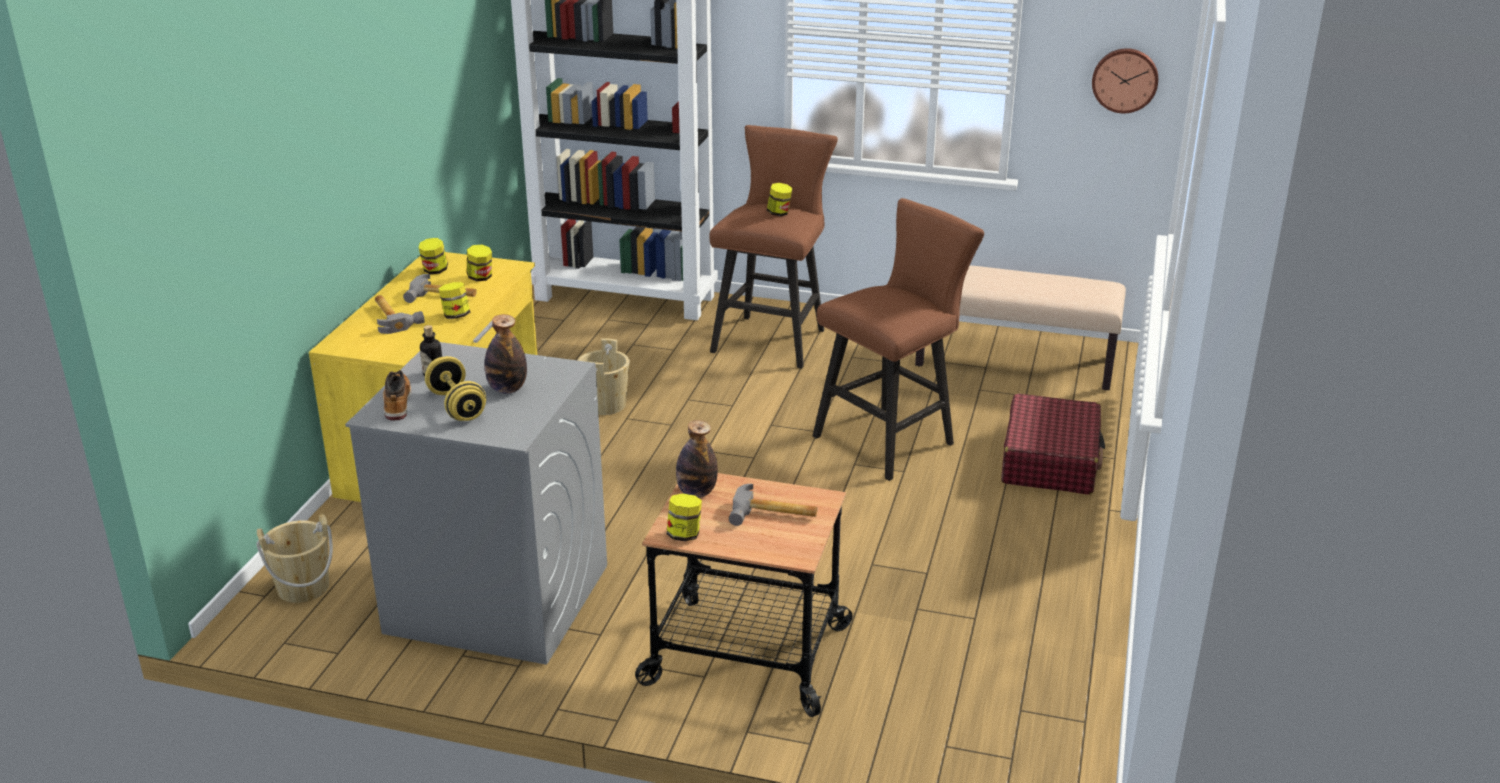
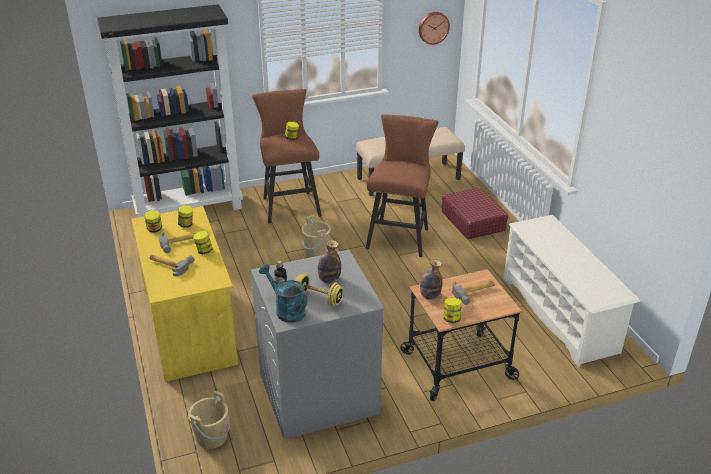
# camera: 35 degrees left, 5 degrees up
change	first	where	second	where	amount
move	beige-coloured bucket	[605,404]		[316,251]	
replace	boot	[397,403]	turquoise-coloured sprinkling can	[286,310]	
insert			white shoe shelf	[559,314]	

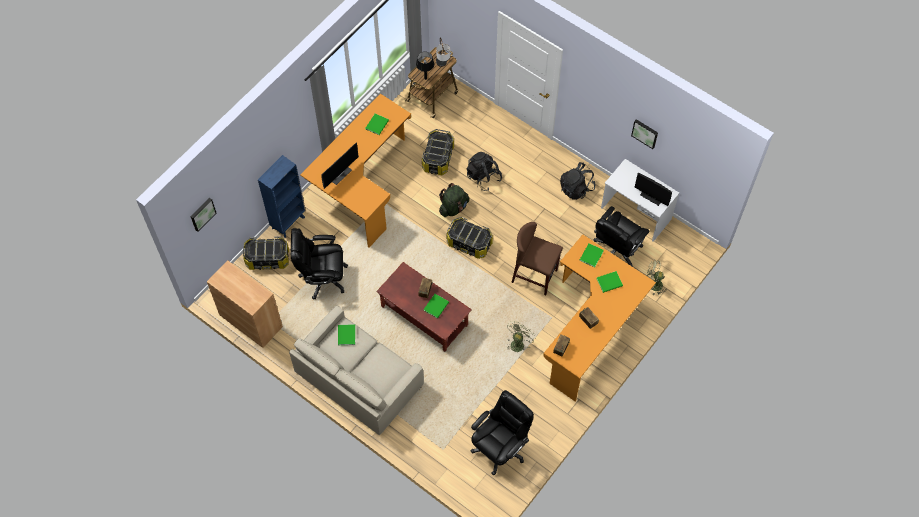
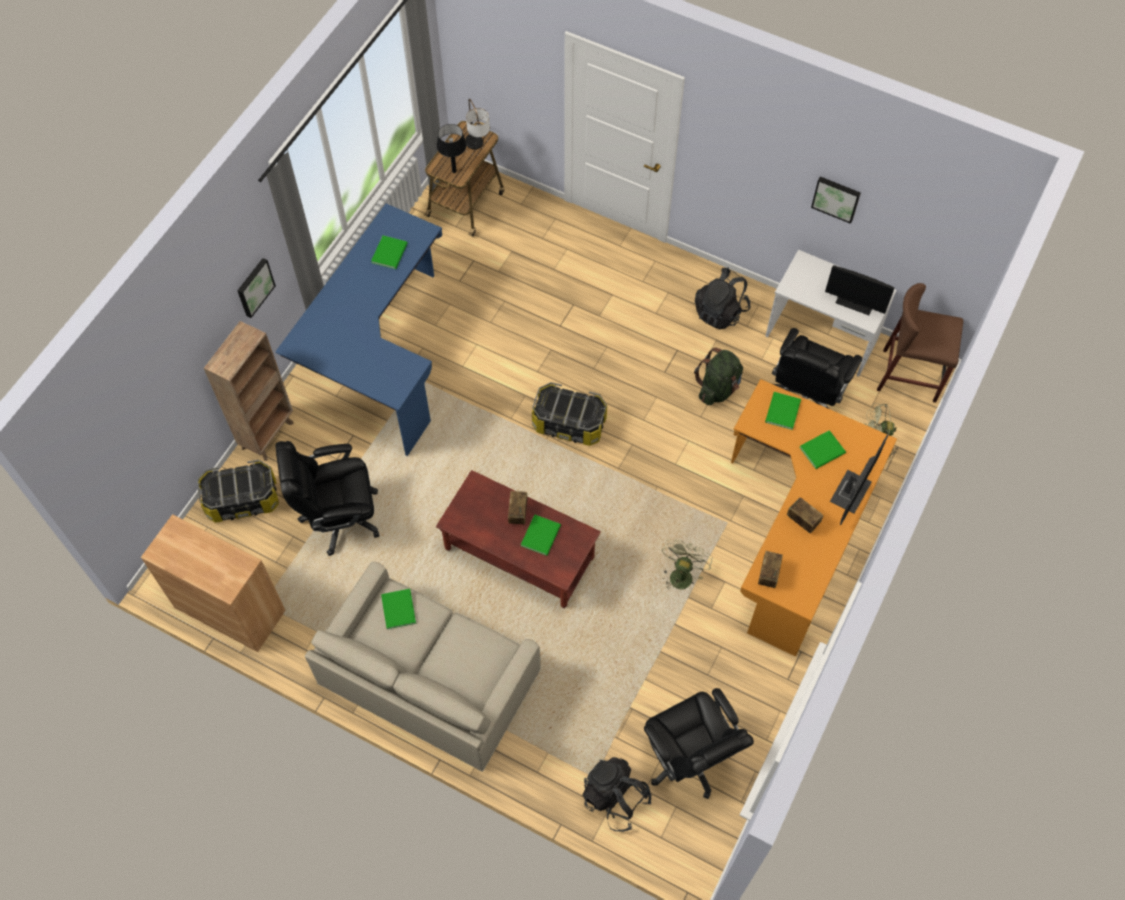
# camera: 10 degrees left, 0 degrees up
change	first	where	second	where	amount
recolor	orange desk table	[361,186]	blue desk table	[378,358]	
delete	storage box	[437,158]			
move	monitor	[339,173]		[850,491]	
move	black knapsack	[483,177]		[615,798]	
recolor	blue bookshelf	[289,222]	brown bookshelf	[268,434]	
move	greenish knapsack	[453,208]		[718,388]	
move	picture	[202,213]		[254,287]	
move	brown sitting stool	[534,276]		[909,375]	
rotate	black office chair	[500,447]		[689,757]	120 degrees clockwise

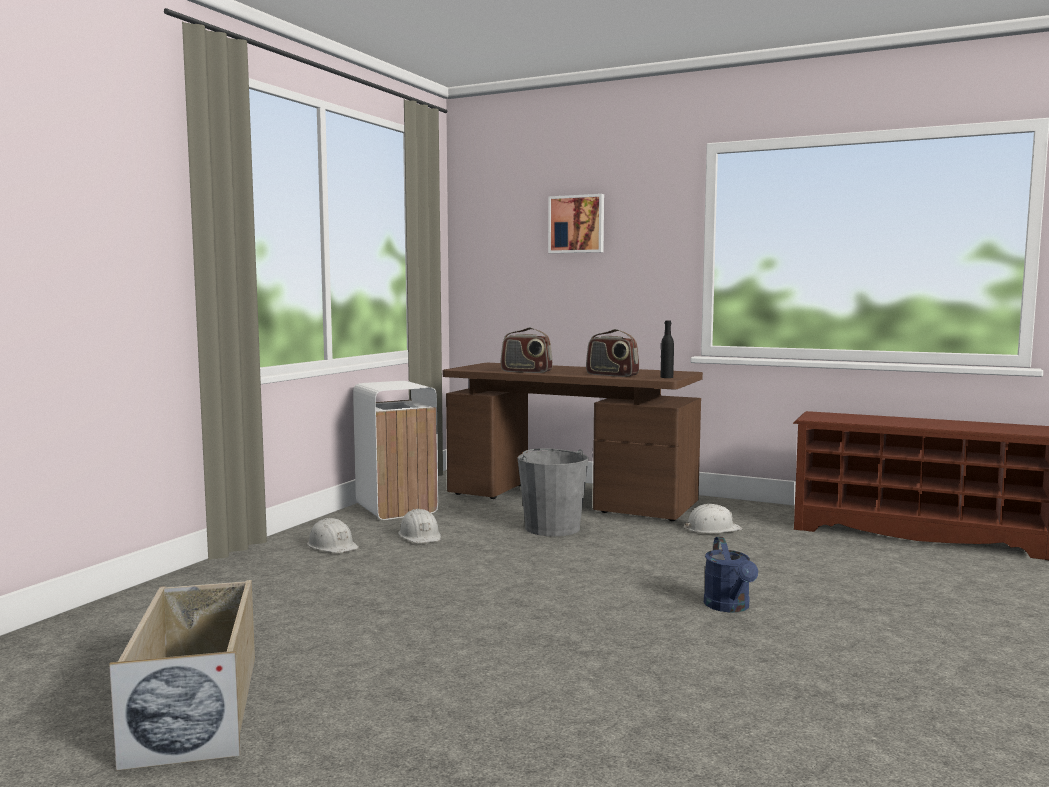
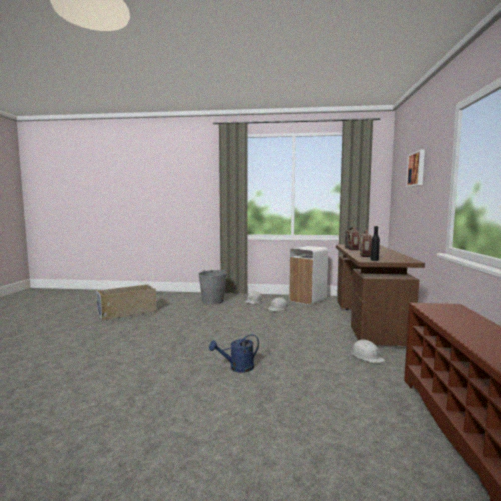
# camera: 70 degrees right, 0 degrees up
change	first	where	second	where	amount
move	grey bucket	[552,528]		[213,301]	

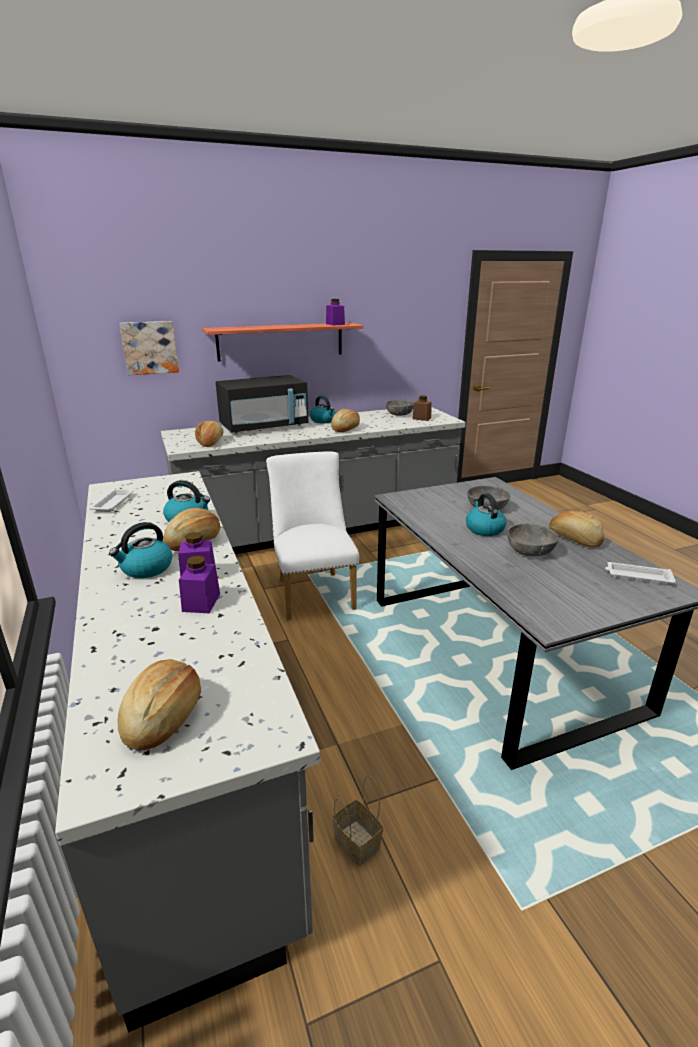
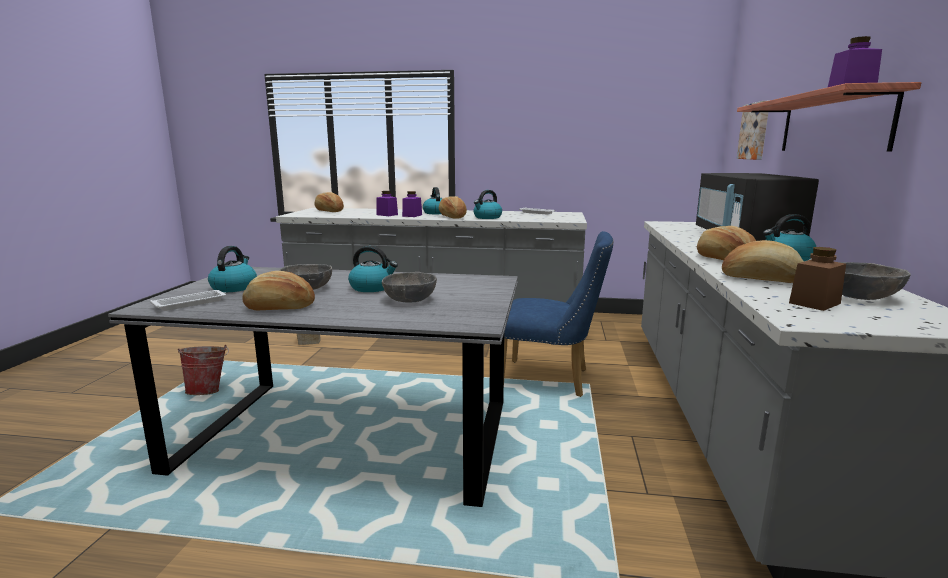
# camera: 120 degrees right, 10 degrees down
change	first	where	second	where	amount
move	bakery bread	[211,442]		[761,279]	
recolor	white chair	[314,591]	blue chair	[552,380]	
insert			water kettle	[234,287]	
insert			bucket	[209,391]	

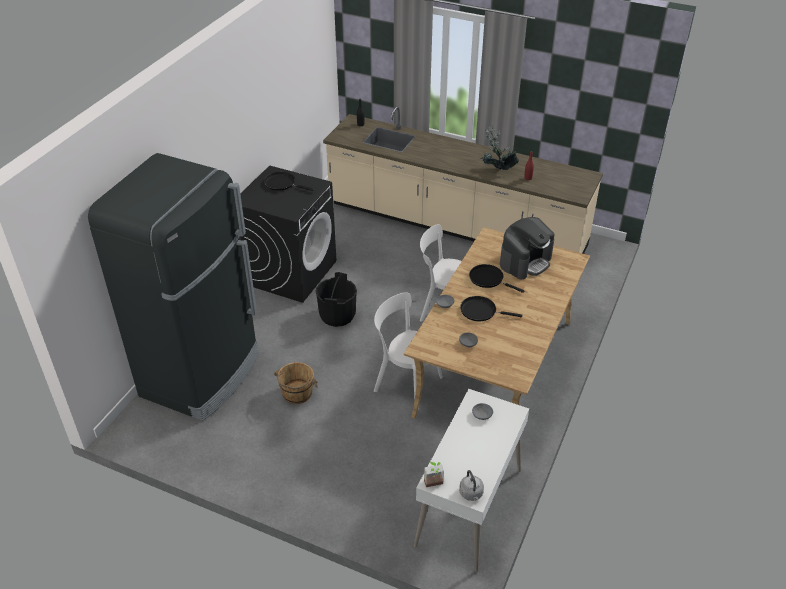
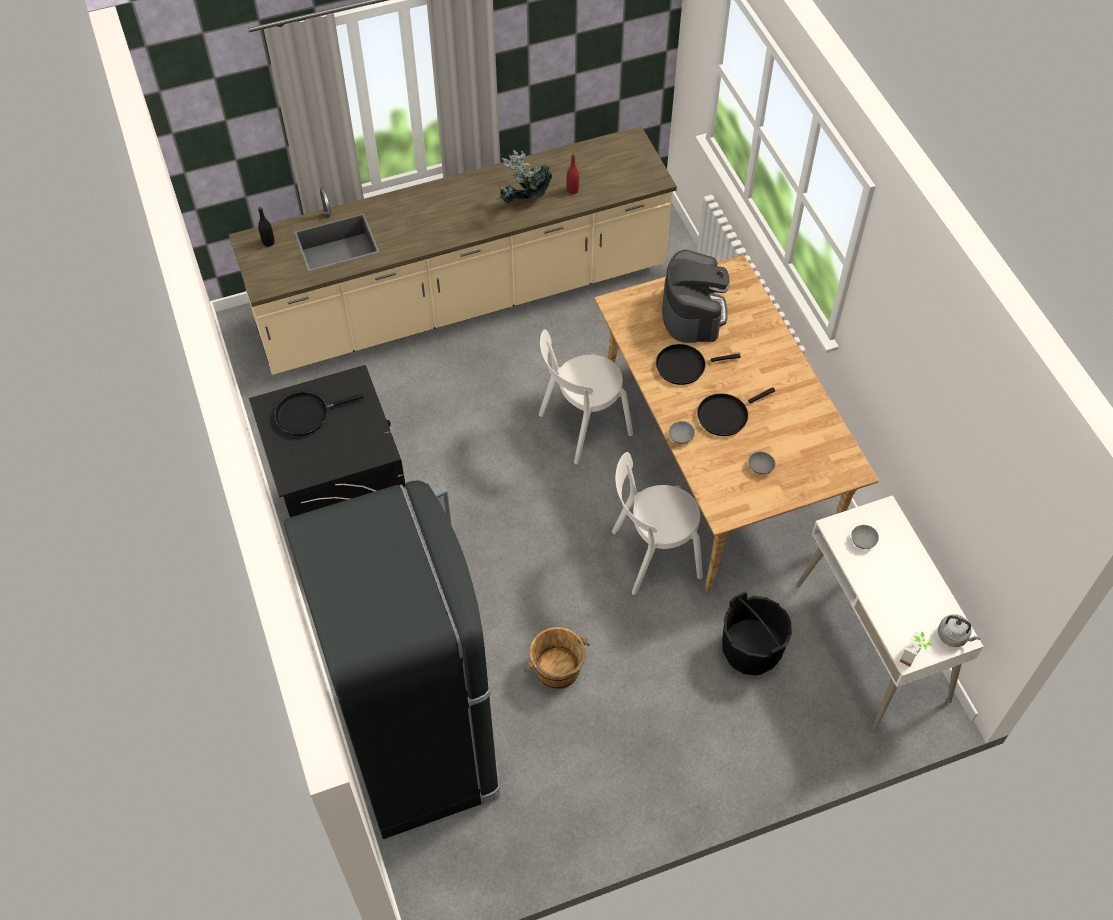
# camera: 45 degrees left, 15 degrees up
change	first	where	second	where	amount
move	black bucket	[337,315]		[750,650]	

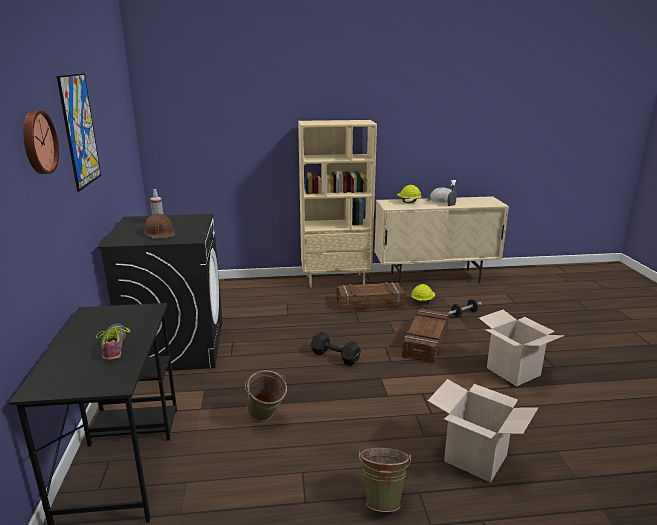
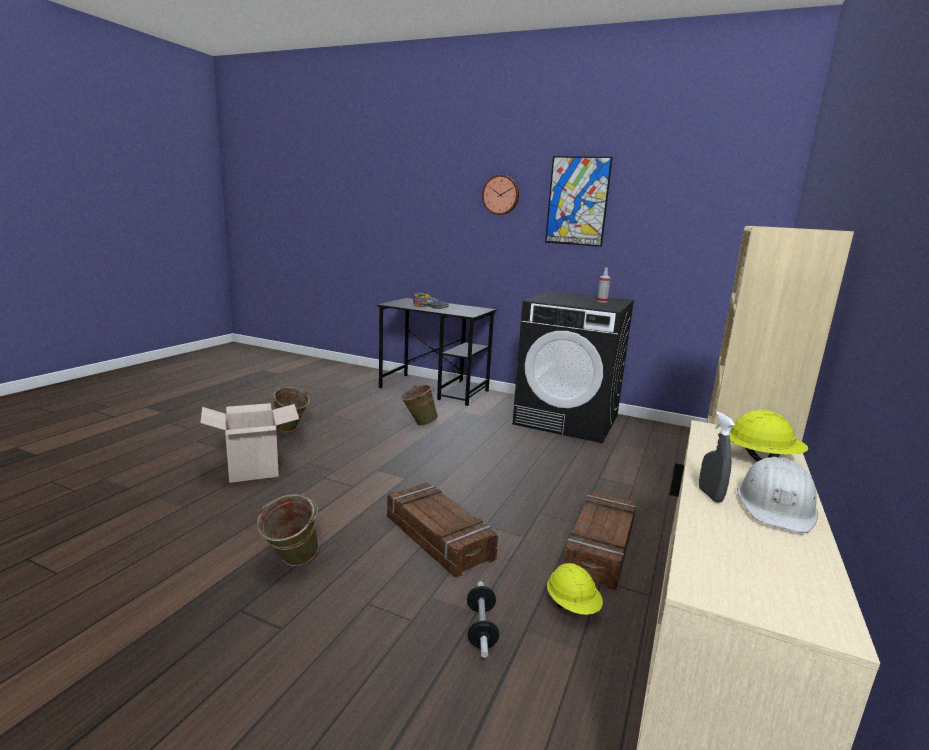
# camera: 120 degrees right, 5 degrees down
change	first	where	second	where	amount
delete	brown safety helmet	[160,233]			
replace	cardboard box	[513,371]	greenish bucket	[291,563]	
delete	black hand weight	[334,356]			

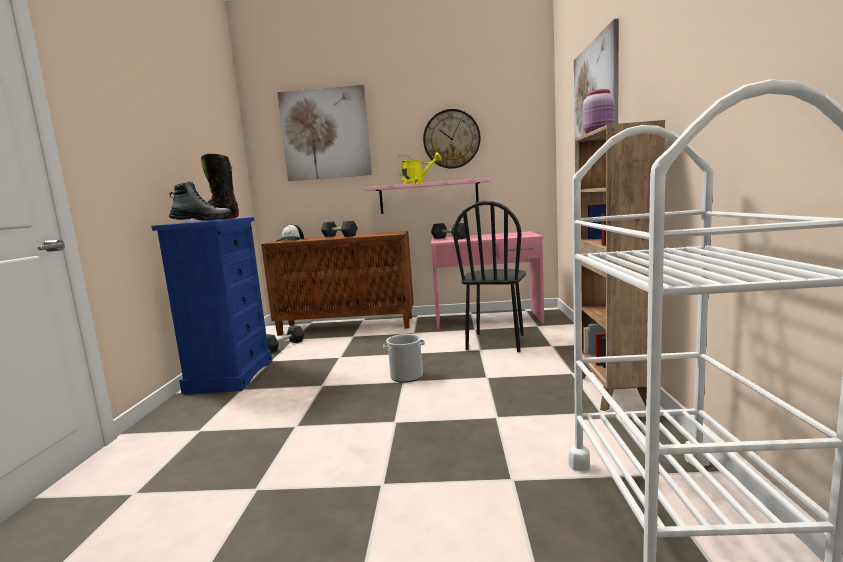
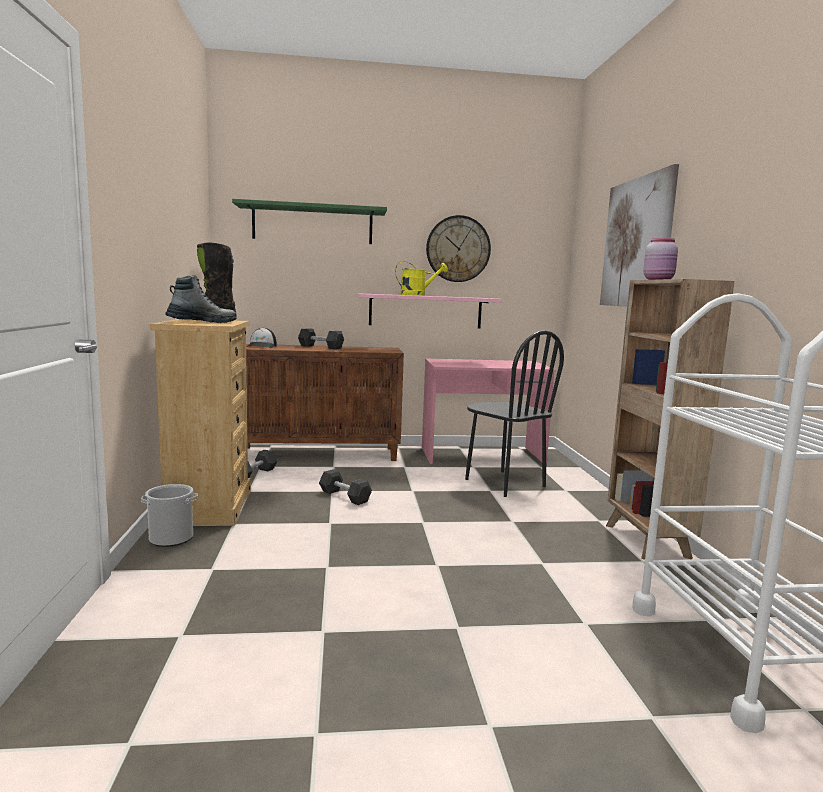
# camera: 10 degrees left, 0 degrees up
change	first	where	second	where	amount
replace	picture	[325,134]	greenish bracket shelf	[312,224]	
rotate	black chair	[496,342]		[504,483]	45 degrees counterclockwise
recolor	blue chest of drawers	[230,376]	beige-coloured chest of drawers	[208,507]	
move	grey hand weight	[449,238]		[344,496]	
move	bucket	[406,376]		[171,538]	

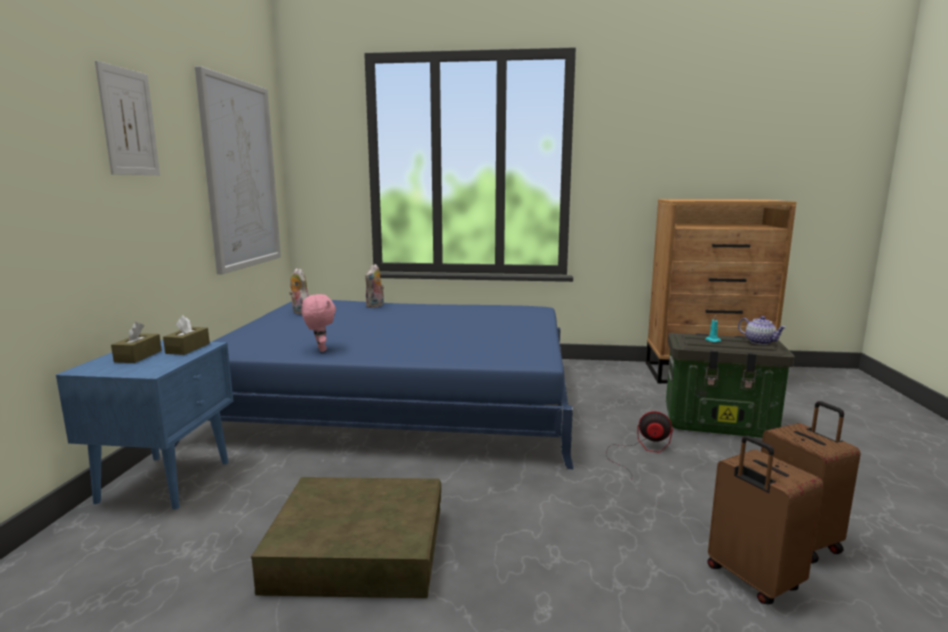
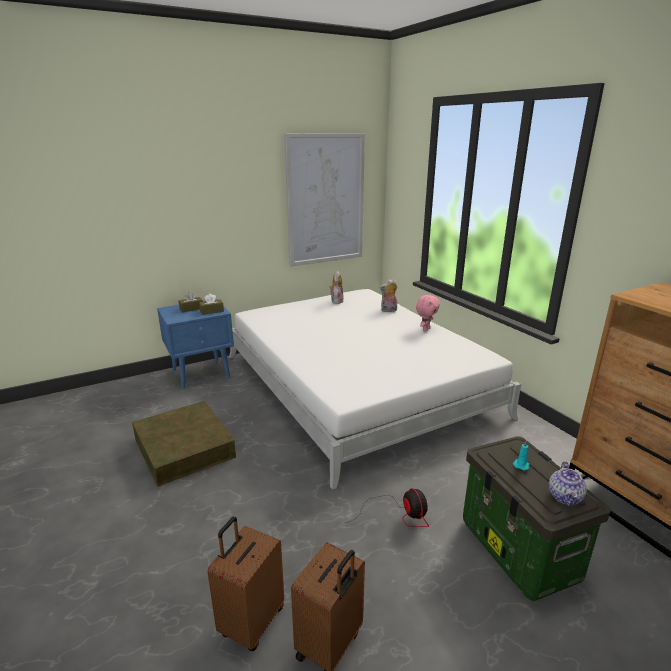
# camera: 55 degrees right, 10 degrees up
change	first	where	second	where	amount
delete	picture	[128,122]			
move	pinkish cuddly toy	[320,349]		[425,329]	
recolor	blue bedroom bed	[400,399]	white bedroom bed	[356,384]	

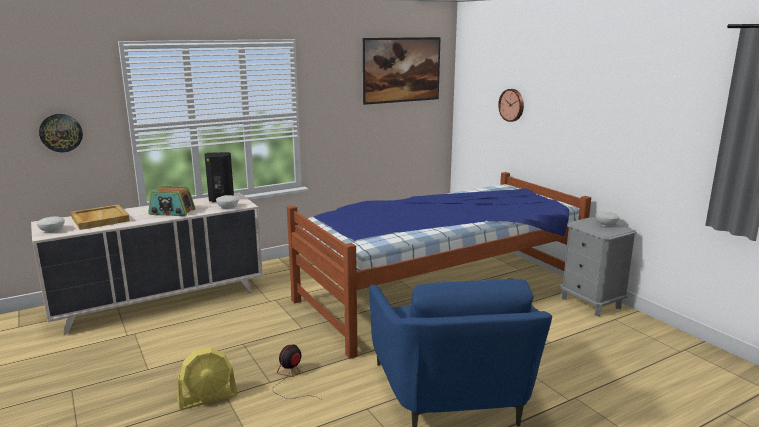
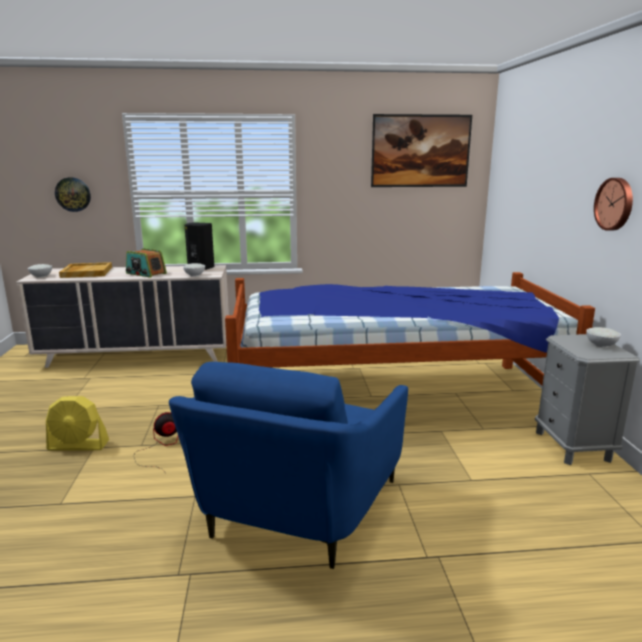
# camera: 25 degrees right, 0 degrees up
change	first	where	second	where	amount
move	wall clock	[512,105]		[615,204]	

